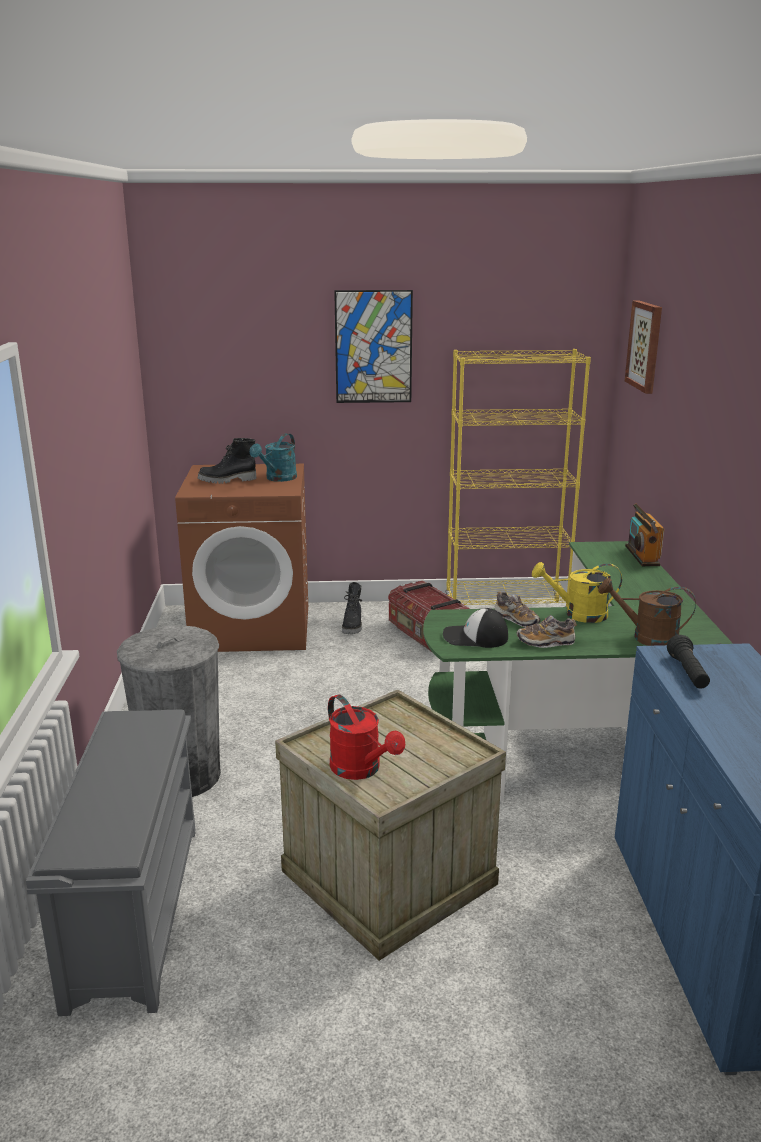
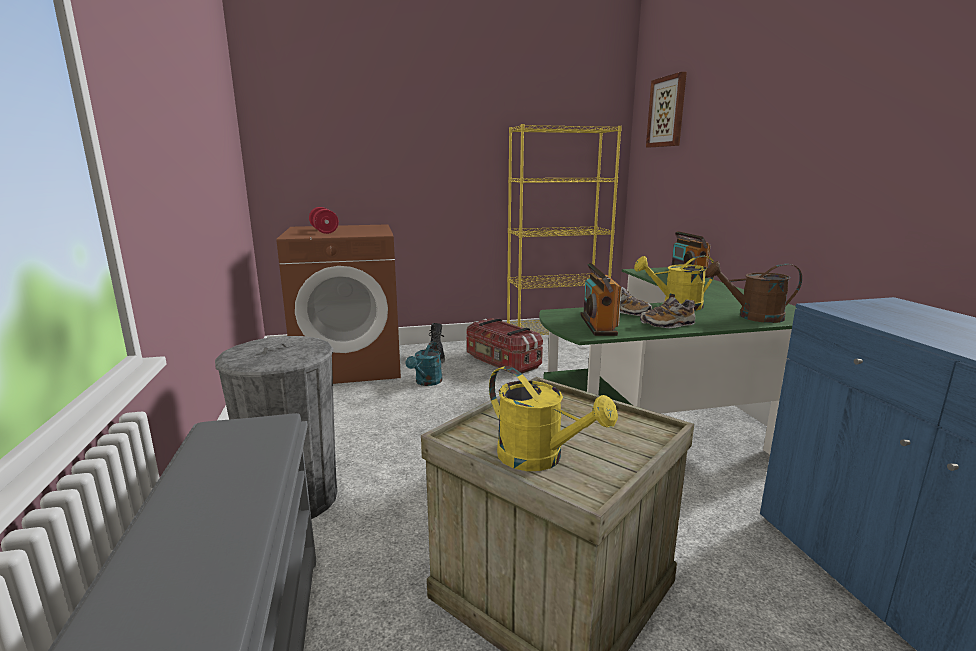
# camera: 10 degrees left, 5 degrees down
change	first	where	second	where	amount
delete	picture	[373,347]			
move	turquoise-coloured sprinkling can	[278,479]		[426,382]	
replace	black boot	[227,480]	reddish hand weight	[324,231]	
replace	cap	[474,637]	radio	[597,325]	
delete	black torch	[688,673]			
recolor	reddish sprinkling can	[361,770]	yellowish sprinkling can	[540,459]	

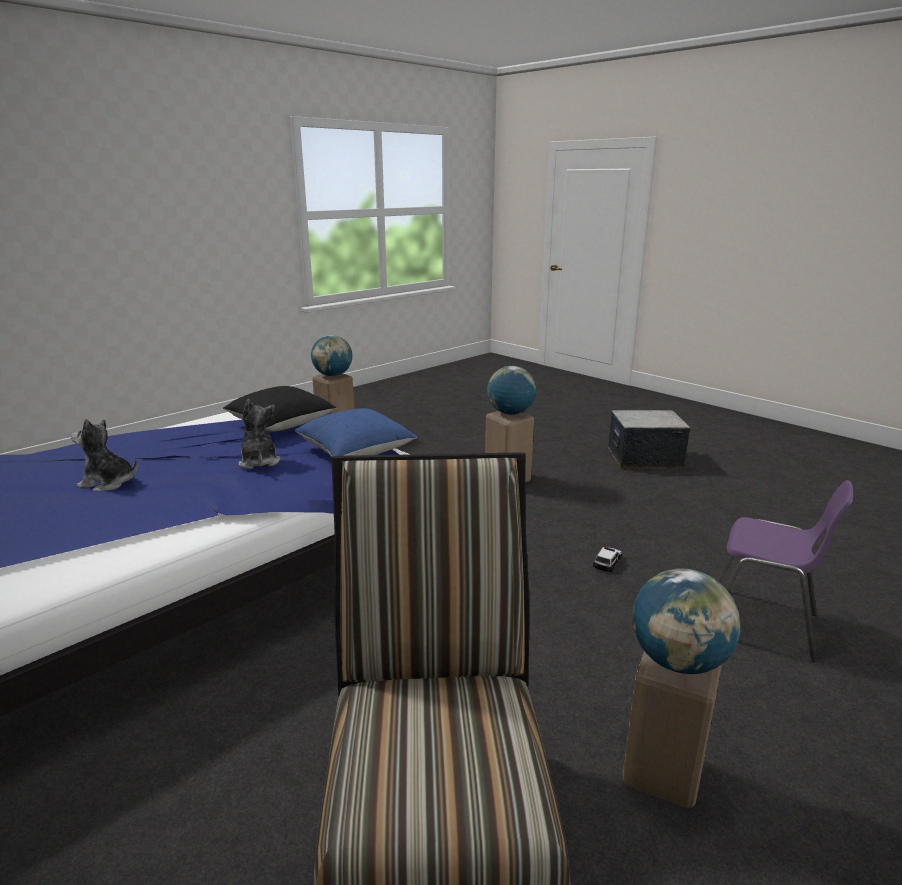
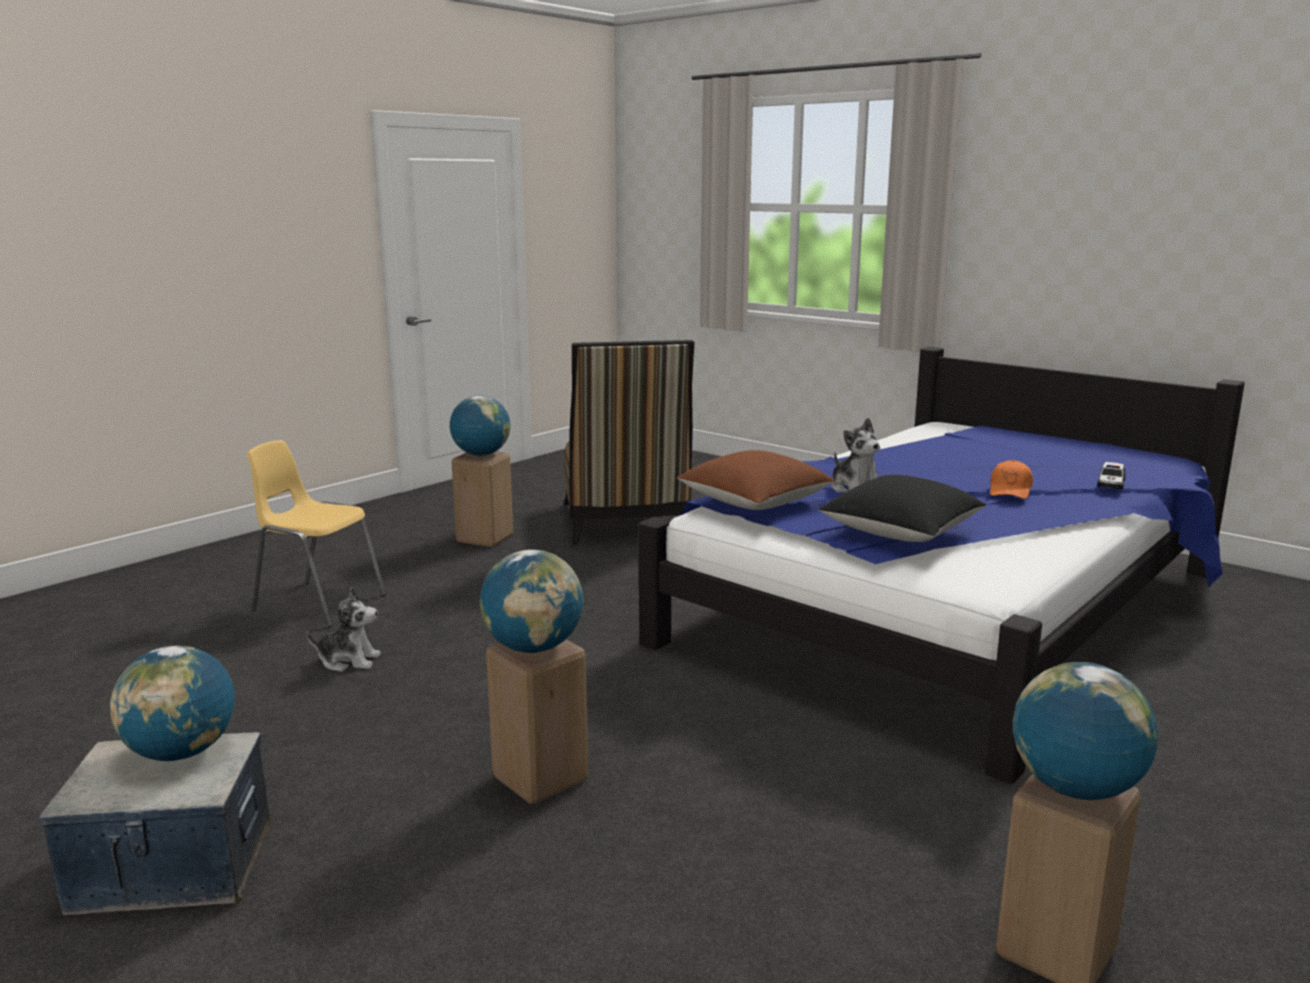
# camera: 175 degrees right, 5 degrees down
change	first	where	second	where	amount
recolor	blue throw pillow	[356,452]	brown throw pillow	[755,503]	
move	cuddly toy	[108,483]		[349,661]	
recolor	purple-coloured chair	[762,623]	yellowish chair	[318,603]	
move	toy car	[607,562]		[1110,484]	
insert			orange cap	[1010,490]	
insert			world globe	[181,752]	

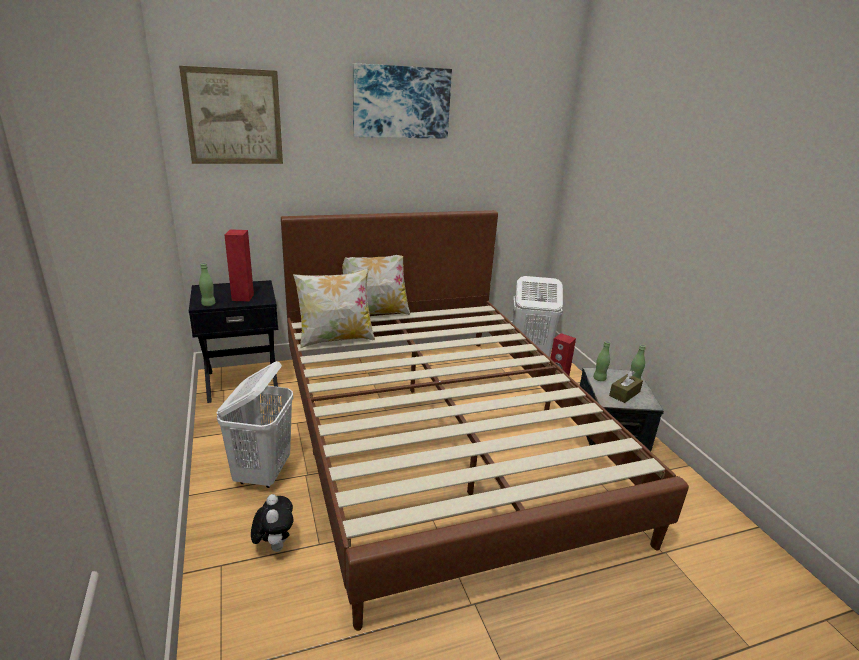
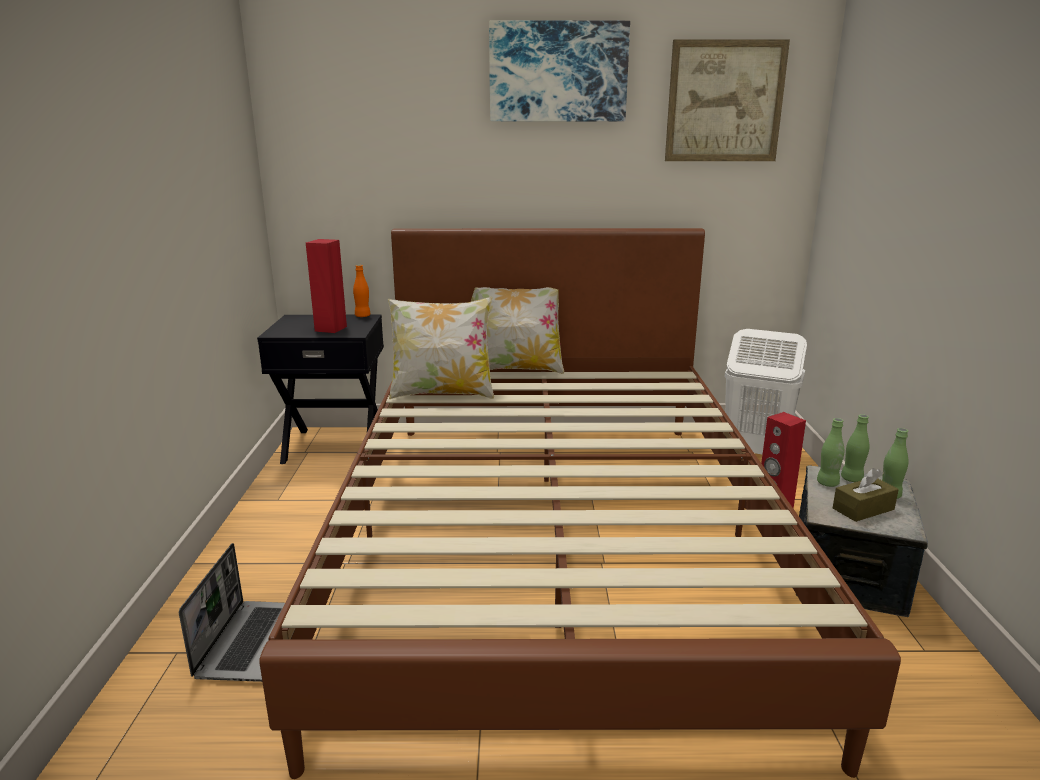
# camera: 20 degrees right, 5 degrees down
change	first	where	second	where	amount
move	picture	[234,117]		[724,102]	
move	greenish bottle	[208,304]		[851,479]	
delete	white laundry basket	[263,473]			
replace	cuddly toy	[274,545]	portable computer	[254,641]	
insert			orange bottle	[362,316]	

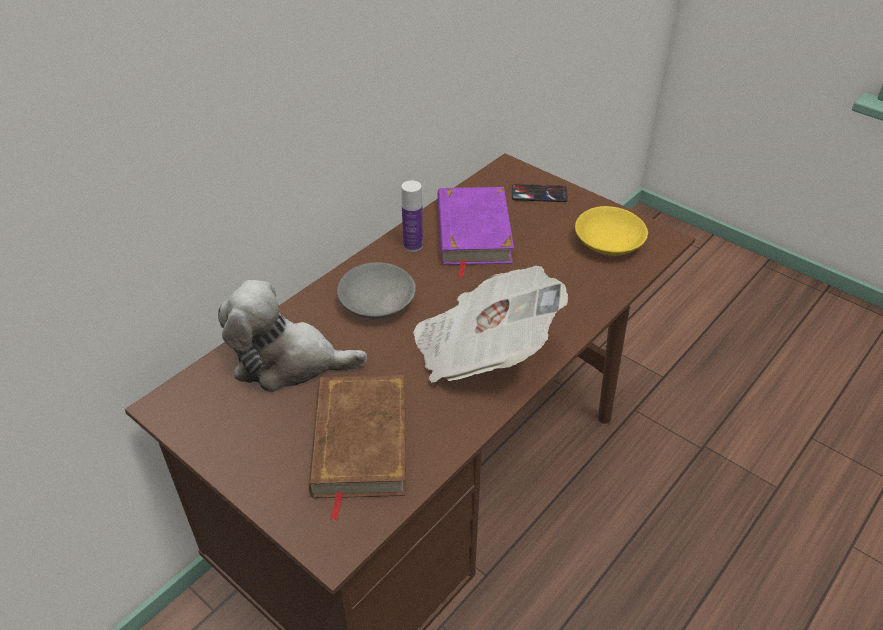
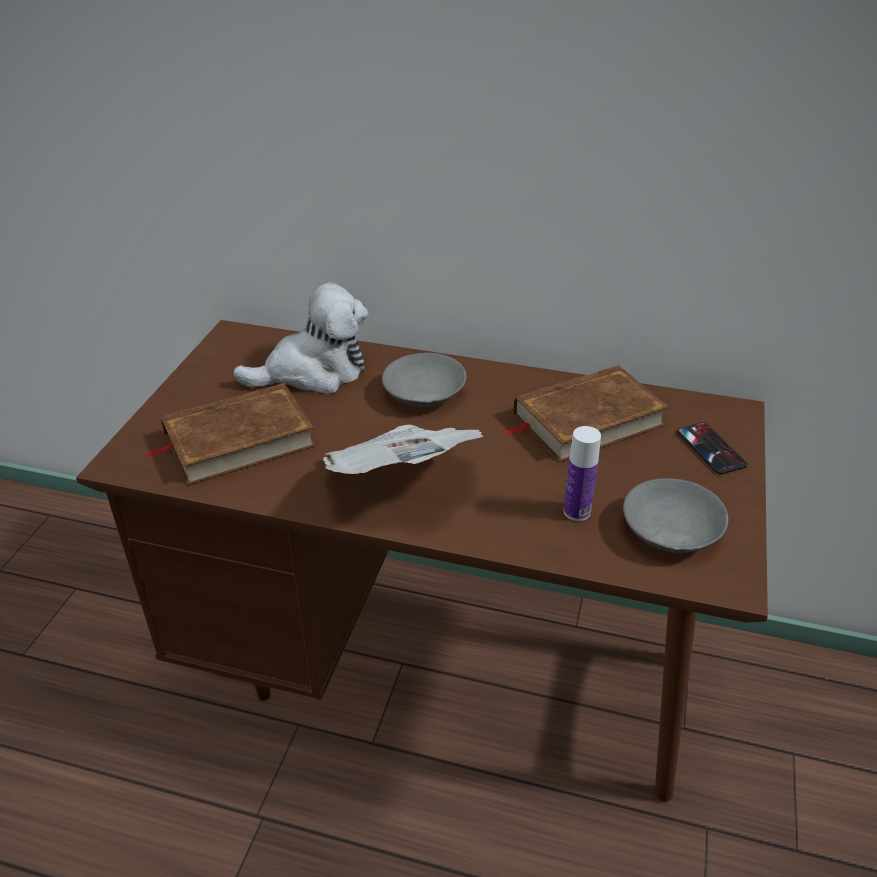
# camera: 65 degrees right, 5 degrees down
change	first	where	second	where	amount
move	bottle	[413,245]		[576,511]	
recolor	purple-coloured bound book	[472,232]	brown bound book	[587,420]	
recolor	yellowish serving bowl	[609,243]	grey serving bowl	[670,531]	
rotate	cuddly toy	[288,362]		[313,372]	90 degrees clockwise

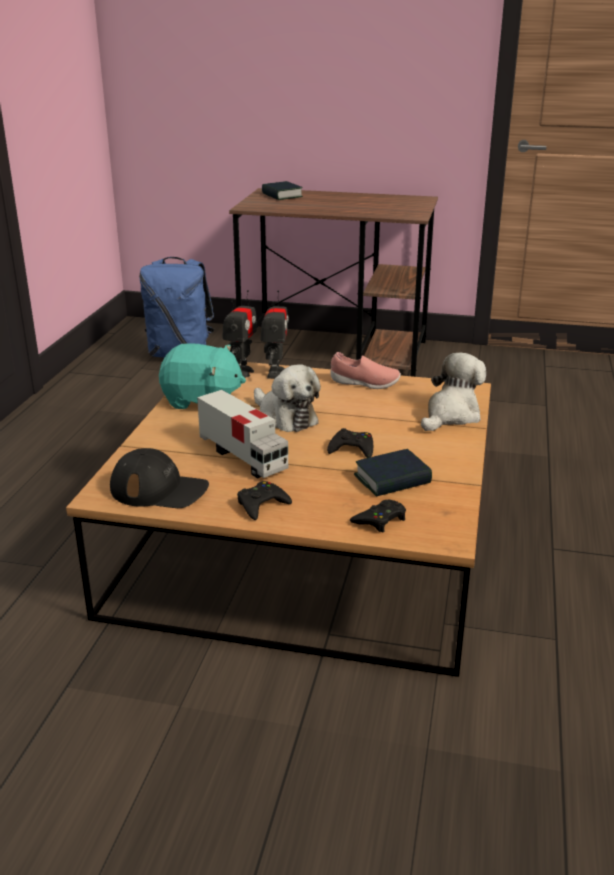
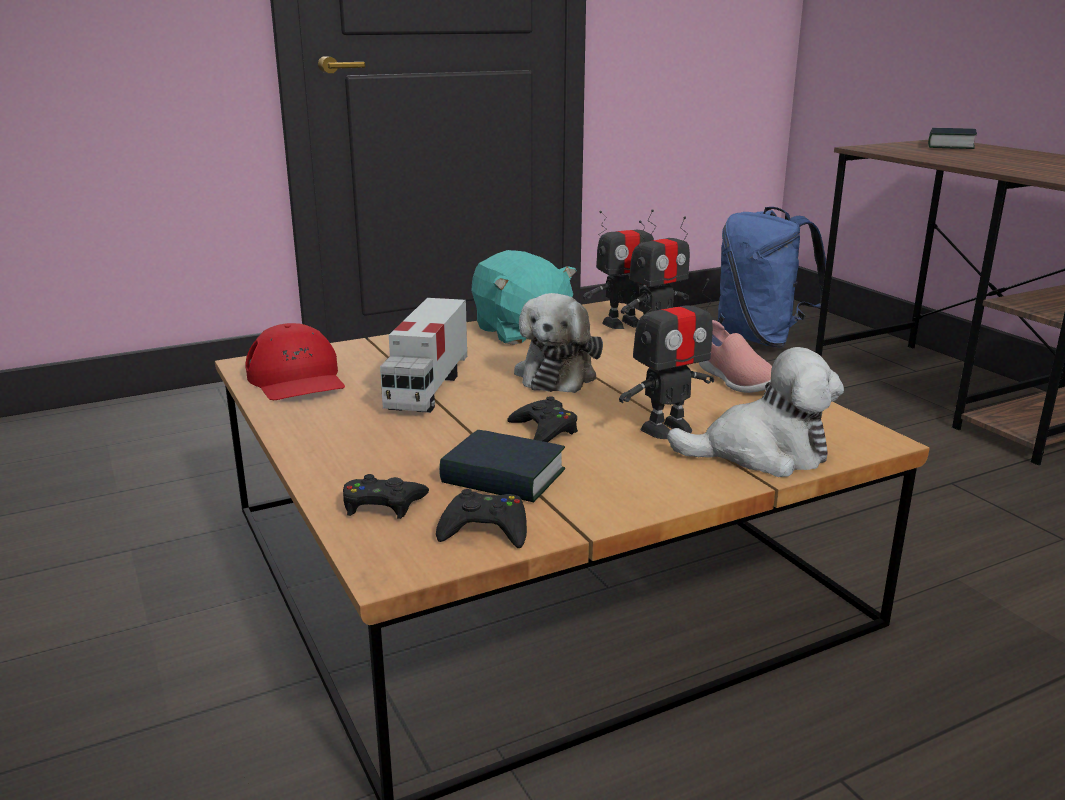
# camera: 50 degrees right, 5 degrees down
change	first	where	second	where	amount
recolor	black cap	[159,489]	reddish cap	[297,379]	
move	black gamepad	[262,505]		[485,529]	
insert			robot figure	[667,429]	

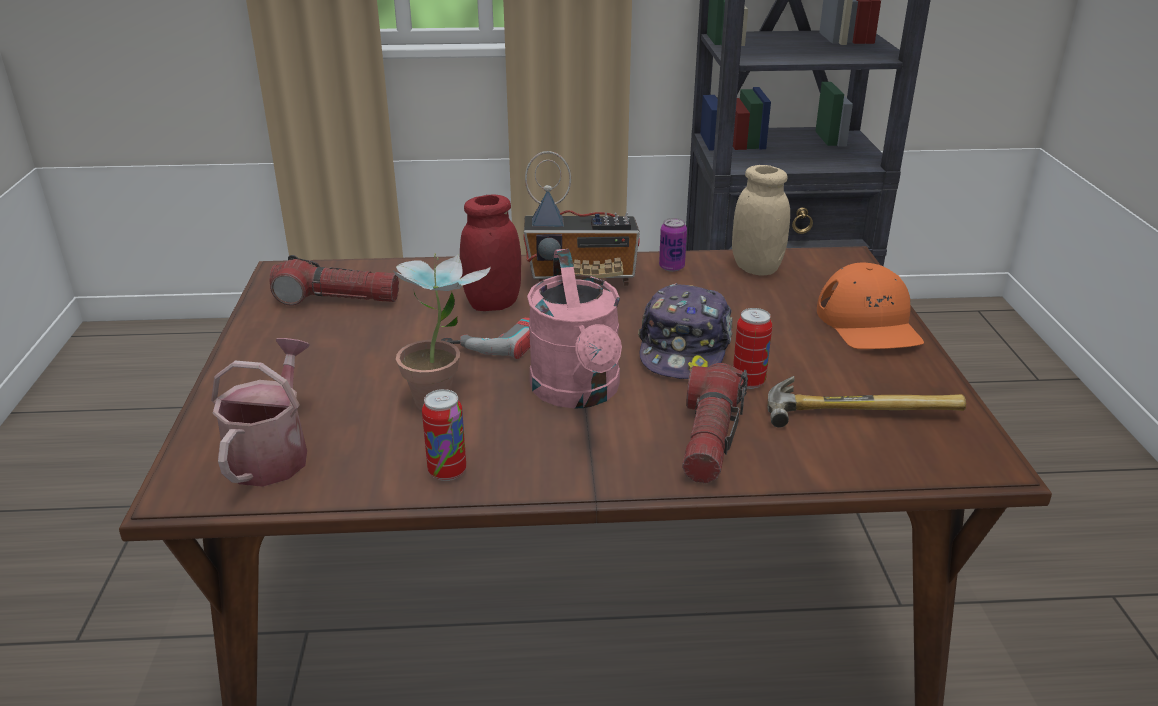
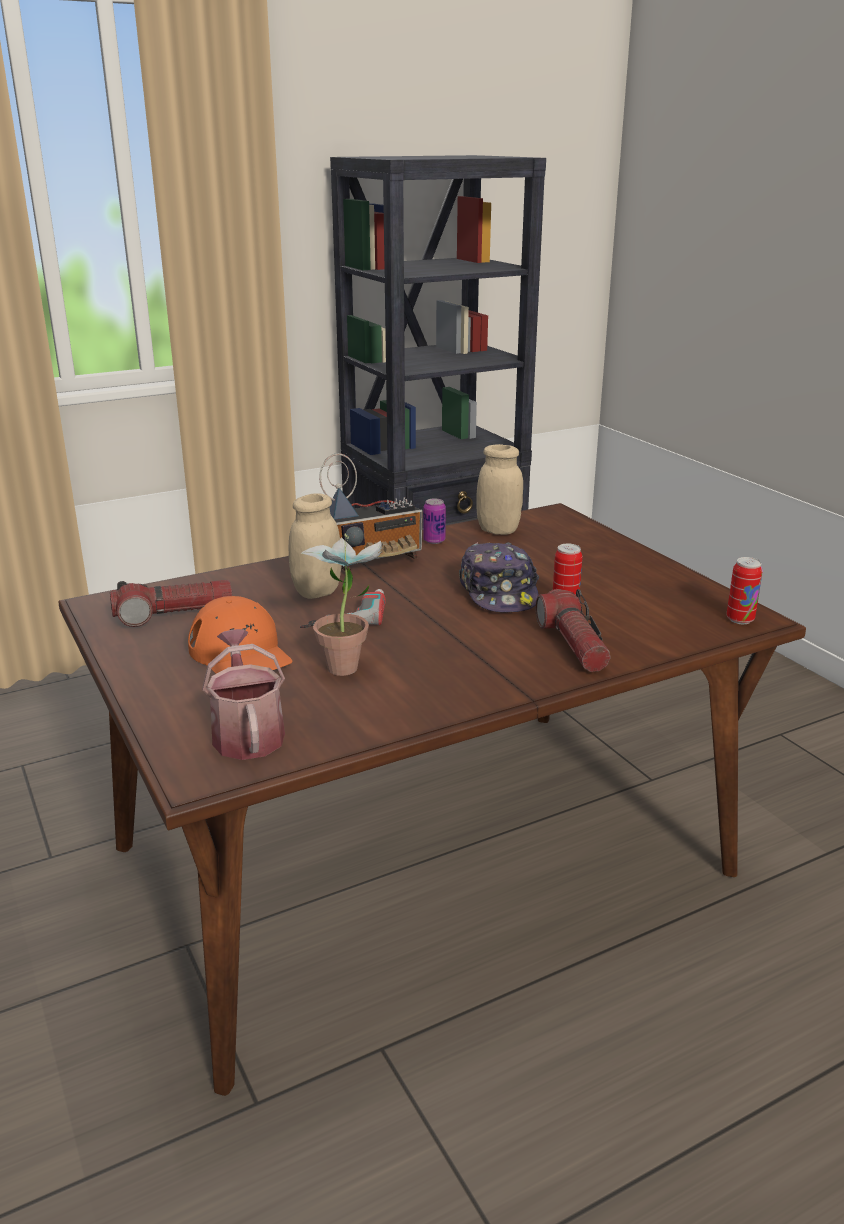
# camera: 25 degrees left, 5 degrees down
change	first	where	second	where	amount
recolor	reddish preserve jar	[492,304]	beige-coloured preserve jar	[317,592]	
delete	pinkish sprinkling can	[579,393]			
move	orange cap	[869,323]		[240,653]	
delete	hand hammer	[859,408]			
move	metal can	[447,471]		[740,619]	

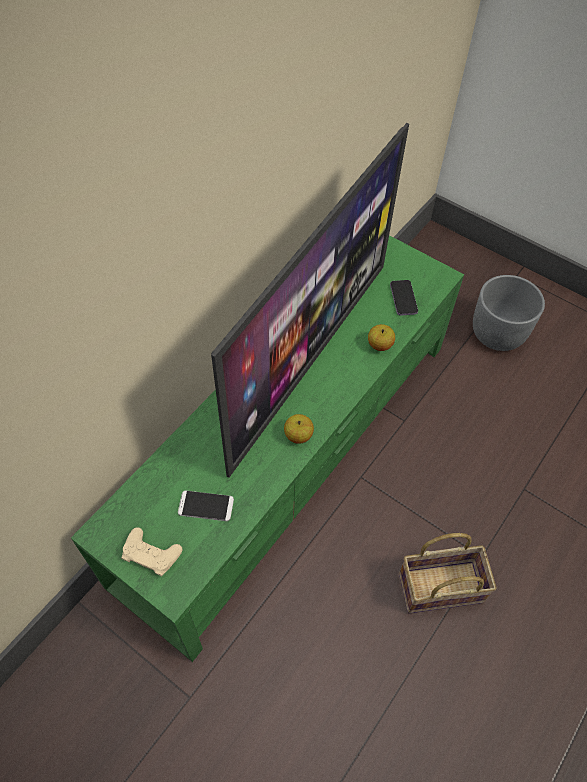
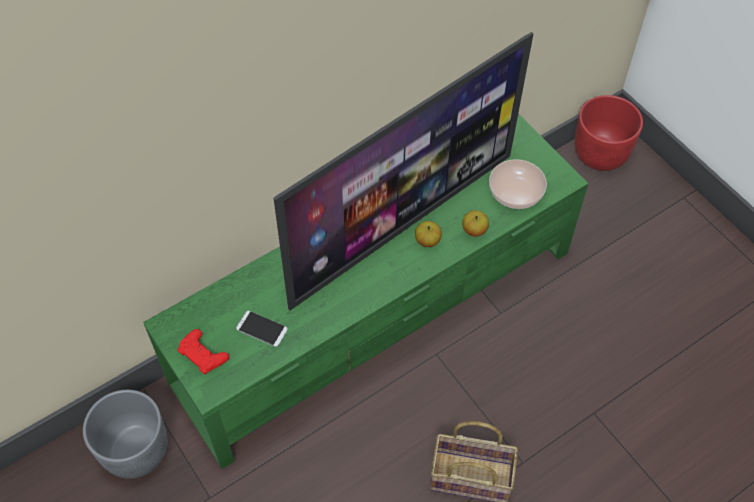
# camera: 20 degrees right, 0 degrees up
change	first	where	second	where	amount
move	grey planter	[498,333]		[135,450]	
replace	handset	[403,299]	serving bowl	[516,192]	
move	apple fruit	[298,435]		[427,241]	
recolor	beige-coloured gamepad	[151,554]	reddish gamepad	[203,354]	
insert			reddish planter	[601,153]	

